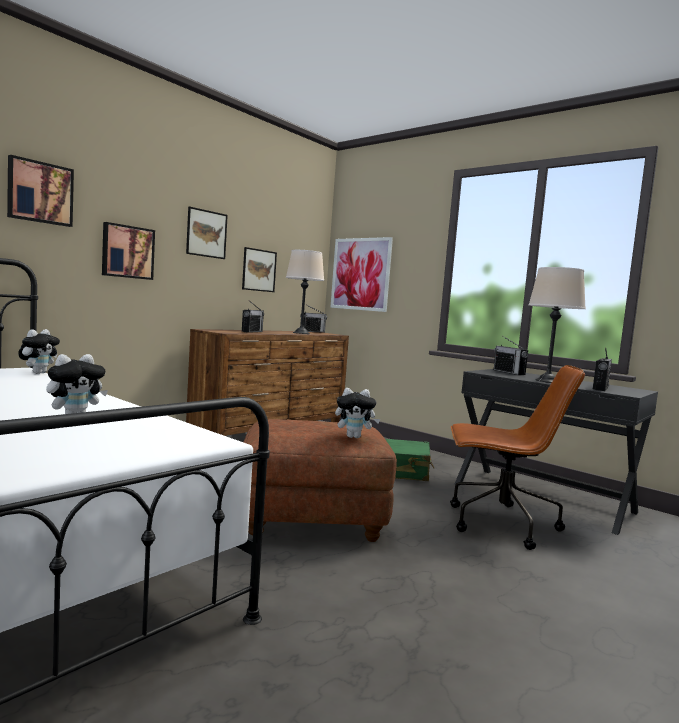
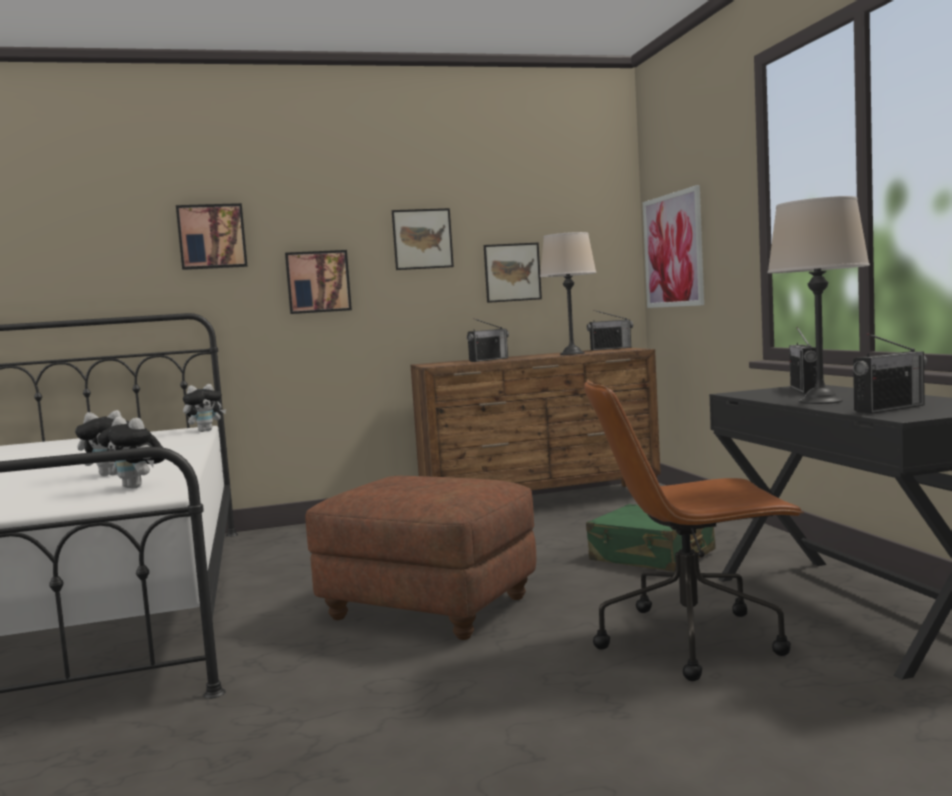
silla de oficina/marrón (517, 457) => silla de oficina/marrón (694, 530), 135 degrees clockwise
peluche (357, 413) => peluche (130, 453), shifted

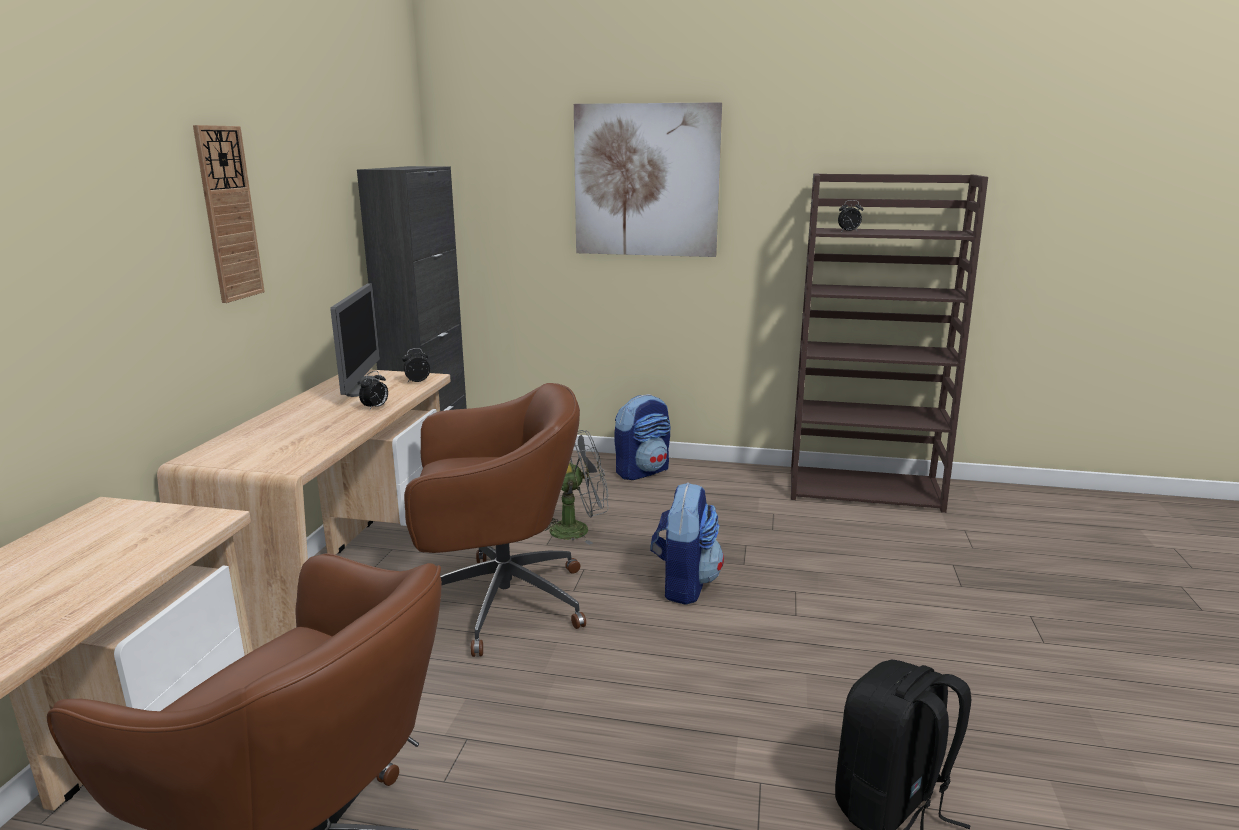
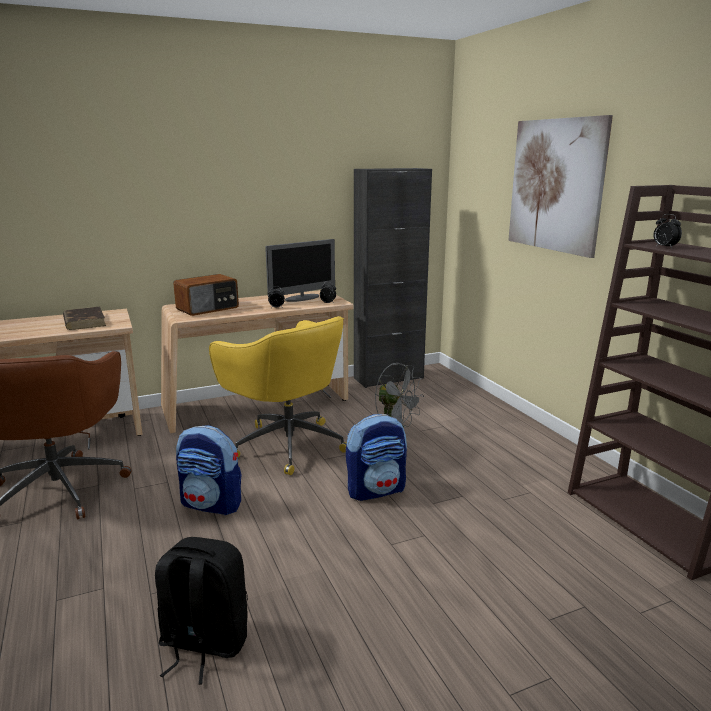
reloj de pared (229, 214) => nothing
silla de oficina/marrón (495, 520) => silla de oficina/amarillo (278, 395)
mochila (642, 437) => mochila (209, 470), shifted
nothing => radio (206, 295)
nothing => libro/marrón (84, 318)

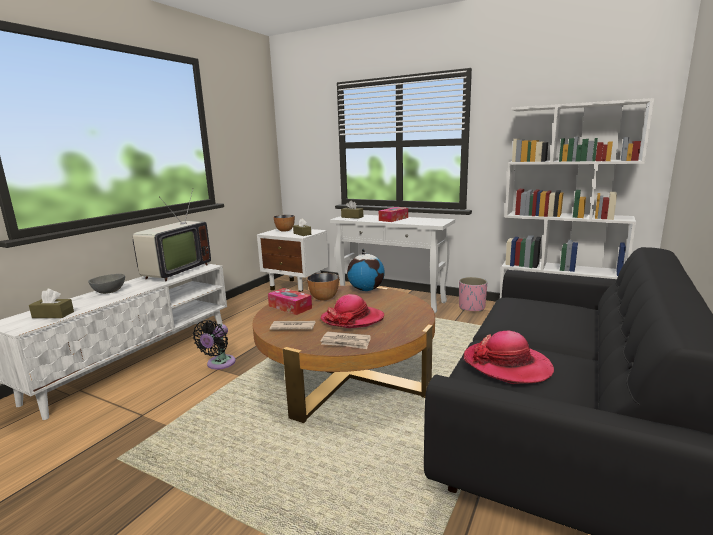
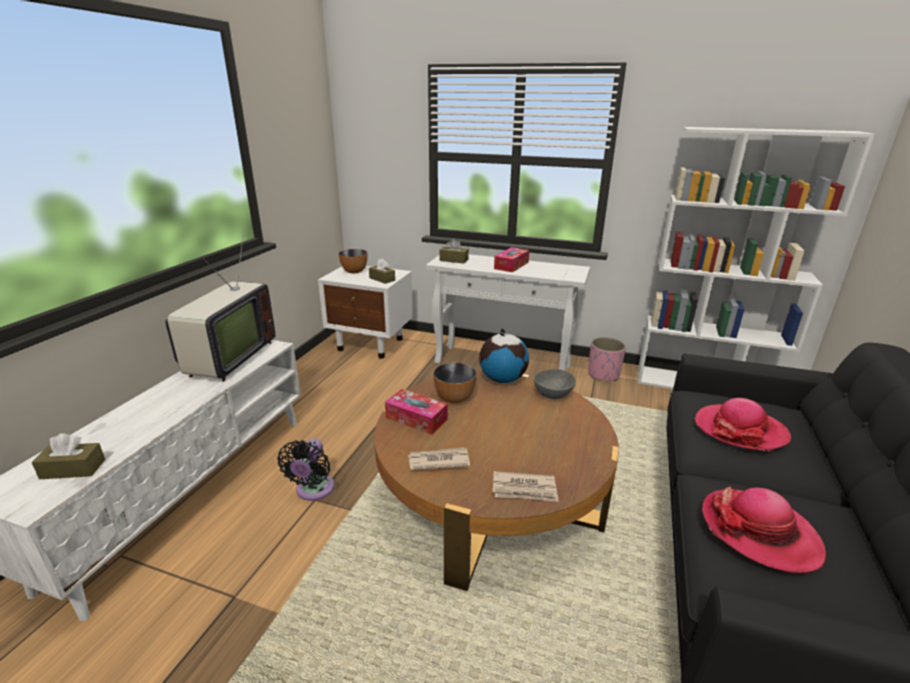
cuenco/gris (106, 284) => cuenco/gris (555, 384), shifted
sombrero (352, 311) => sombrero (743, 424), shifted

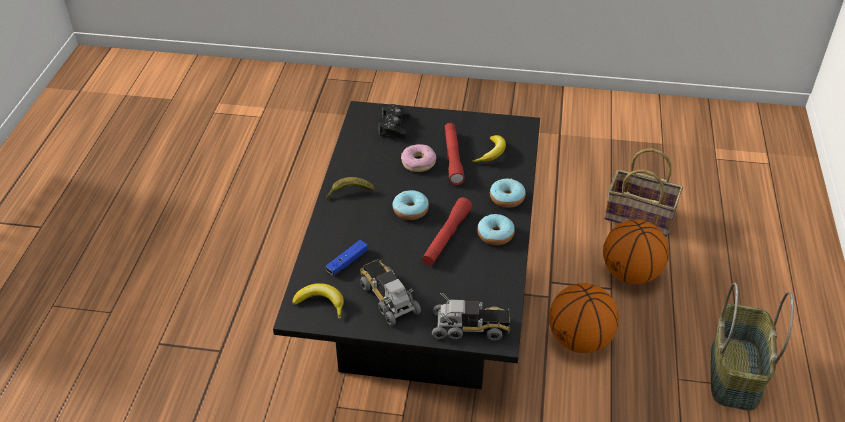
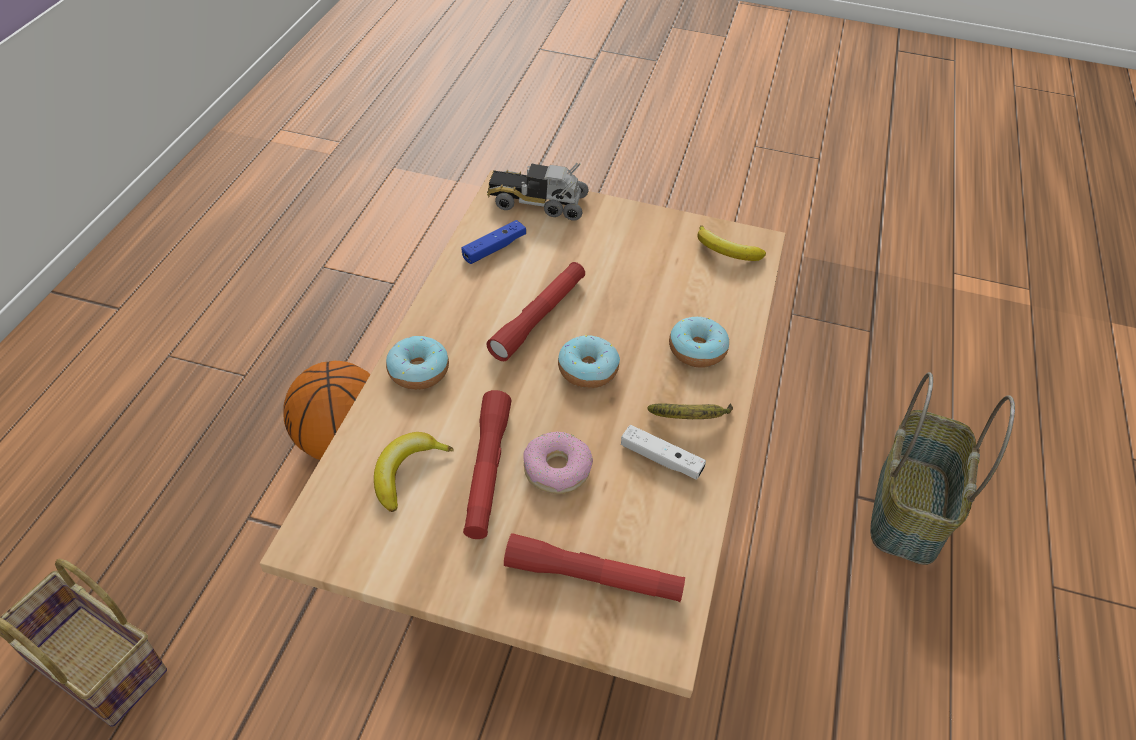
mesa de centro/negro (406, 245) => mesa de centro/beis (523, 434)
mando de consola/negro (394, 121) => linterna/rojo (594, 567)
rosquilla (496, 229) => rosquilla (699, 342), shifted
balón de baloncesto (636, 251) => nothing
mando de consola/azul (347, 257) => mando de consola/azul (494, 242), shifted
camión de juguete (390, 292) => nothing
cesta (752, 346) => cesta (942, 468), shifted
nothing => mando de consola/blanco (663, 452)

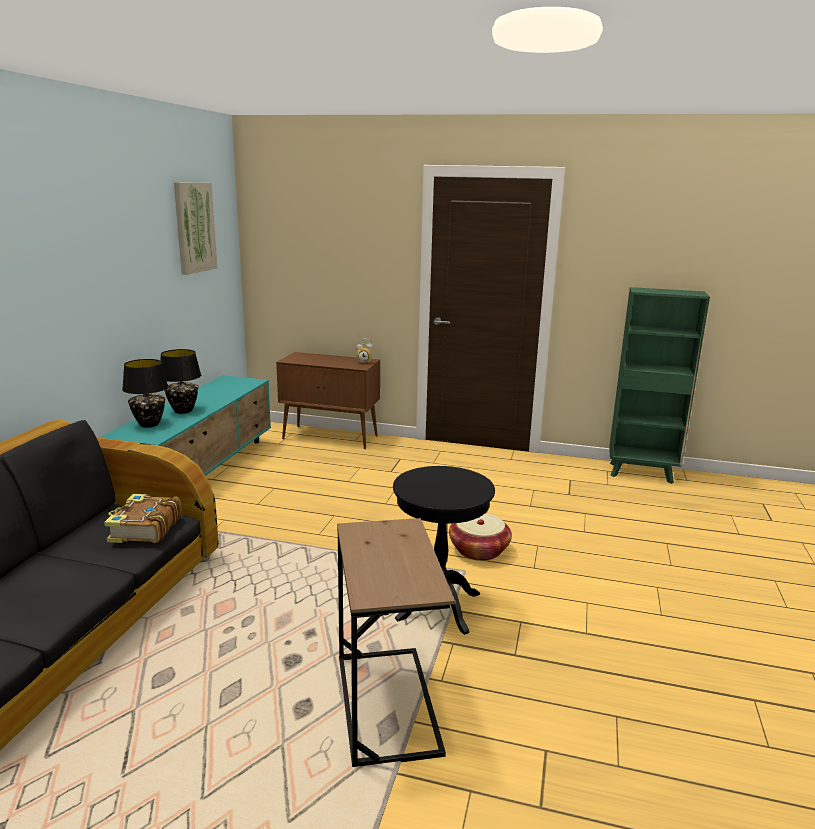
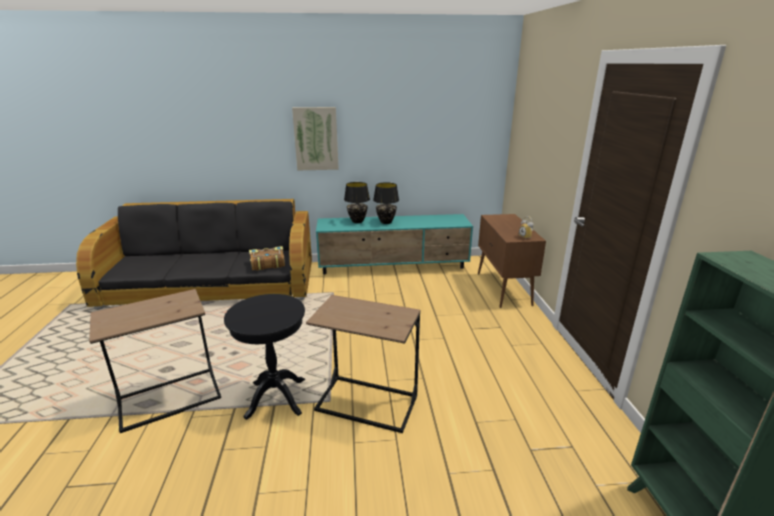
cuadro (195, 228) => cuadro (315, 139), shifted
cesta (480, 537) => mesa auxiliar/marrón (363, 364)

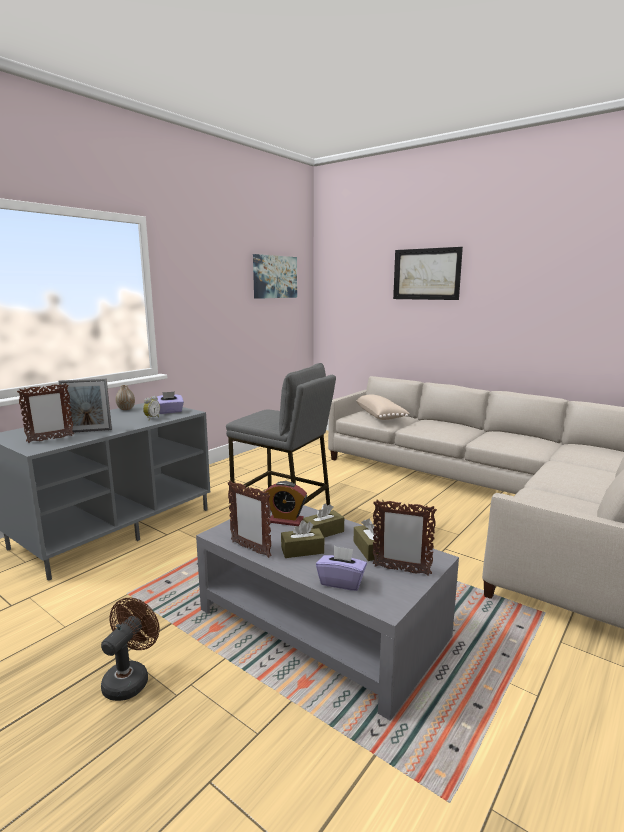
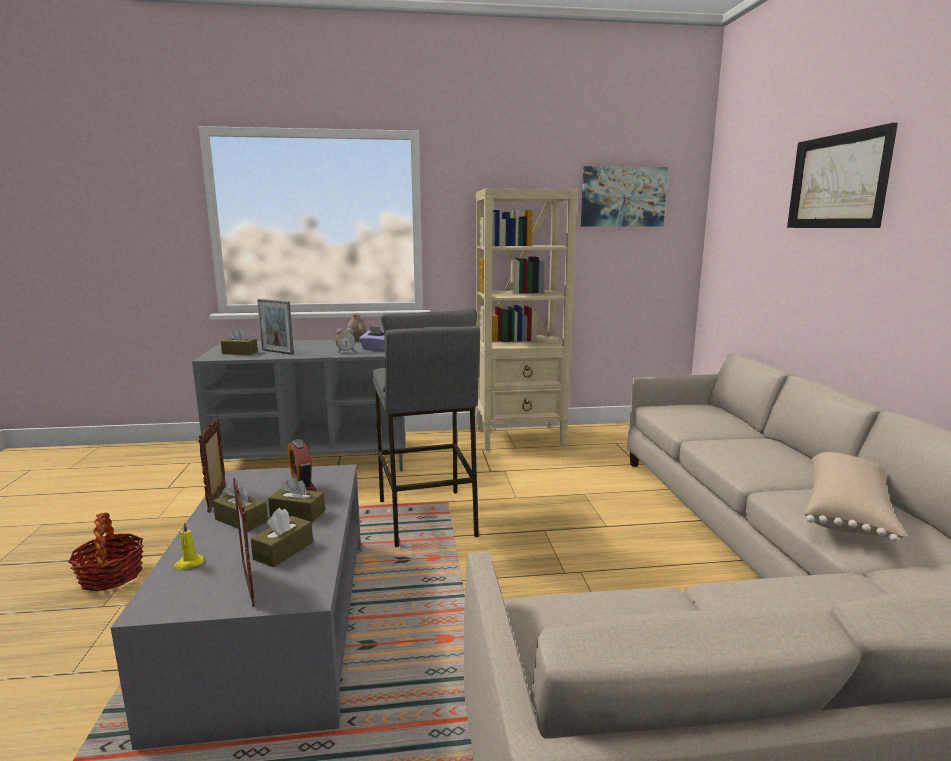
portarretratos (45, 413) => caja de pañuelos/marrón (239, 341)
cojín/beis (383, 407) => cojín/beis (856, 497), shifted
caja de pañuelos/morado (341, 568) => vela/amarillo (188, 545)
ventilador/marrón (130, 649) => cesta (106, 552)
nothing => estantería/beis (527, 319)

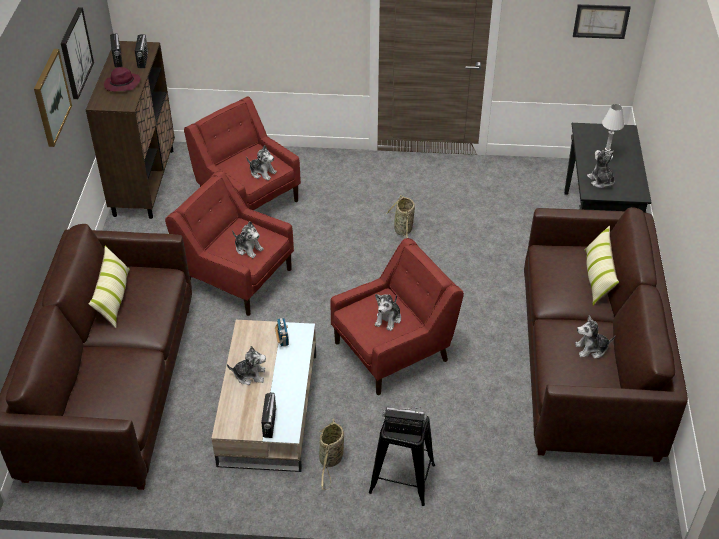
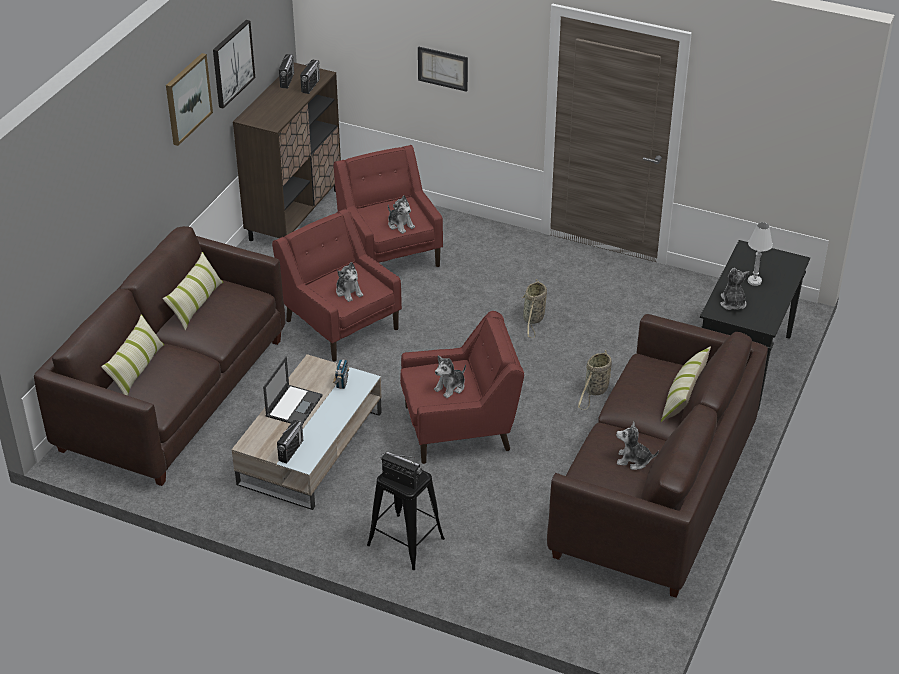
cuadro (602, 21) => cuadro (443, 69), shifted
sombrero/morado (122, 79) => nothing
peluche (246, 365) => portátil (293, 390)
cesta (331, 454) => cesta (595, 380), shifted
nothing => cojín (132, 355)

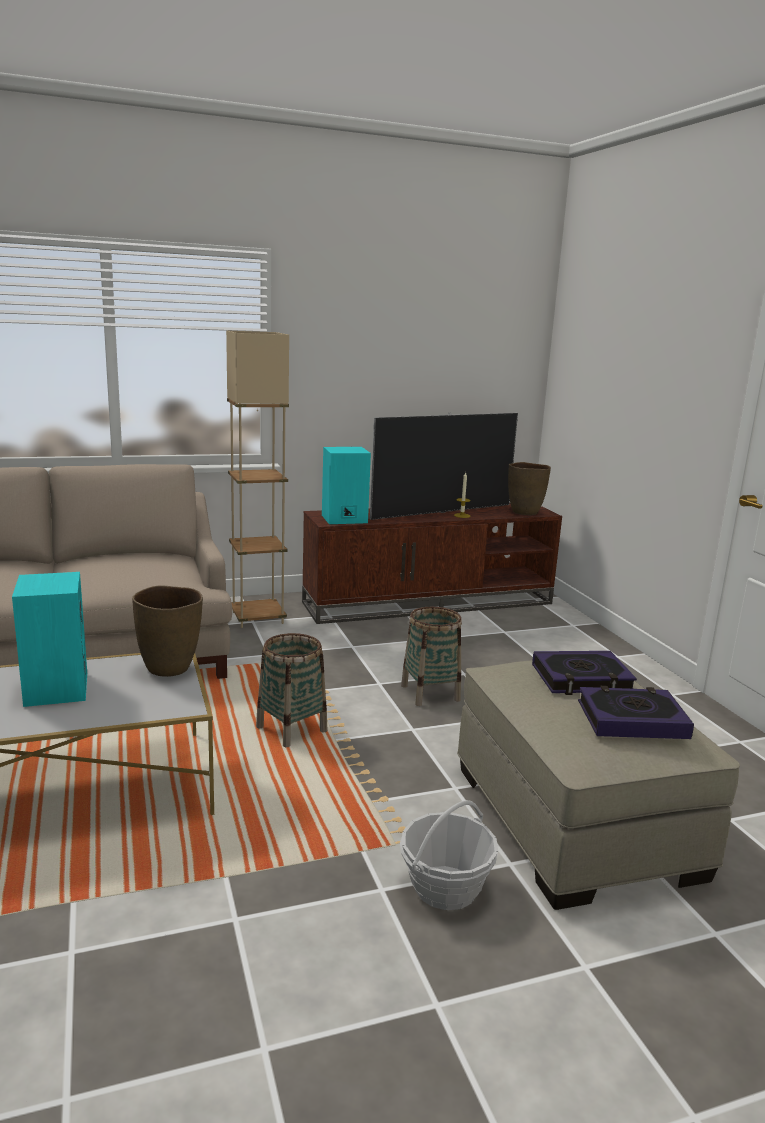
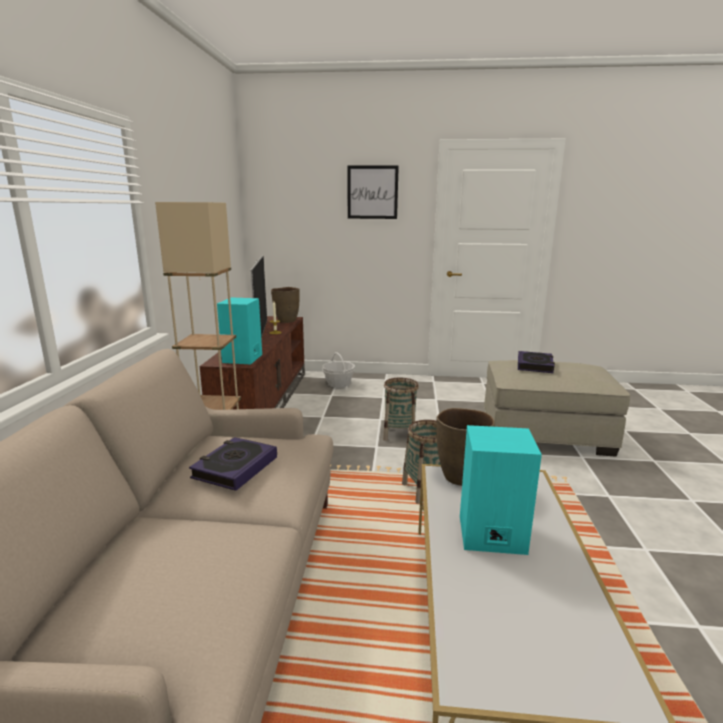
libro (636, 712) => libro (233, 464), shifted
cesta (449, 855) => cesta (338, 370), shifted
nothing => cuadro (373, 192)

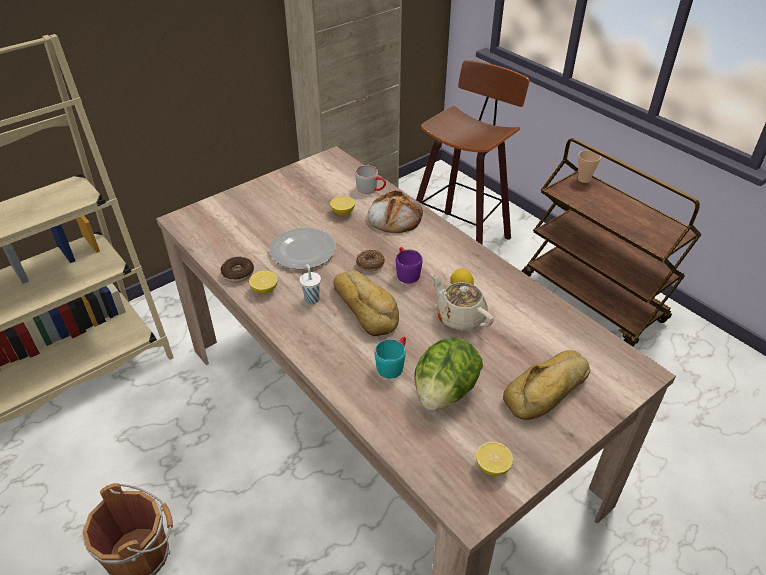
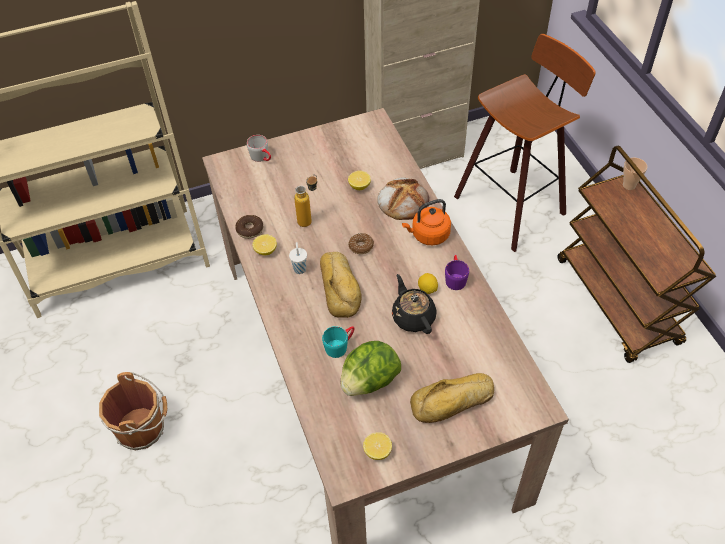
taza grande/gris (370, 179) => taza grande/gris (259, 148), shifted
plato (303, 248) => botella (305, 201)
taza grande/morado (409, 265) => taza grande/morado (457, 272), shifted
tetera/beis (462, 302) => tetera/negro (414, 304)
nothing => hervidor/naranja (426, 222)

